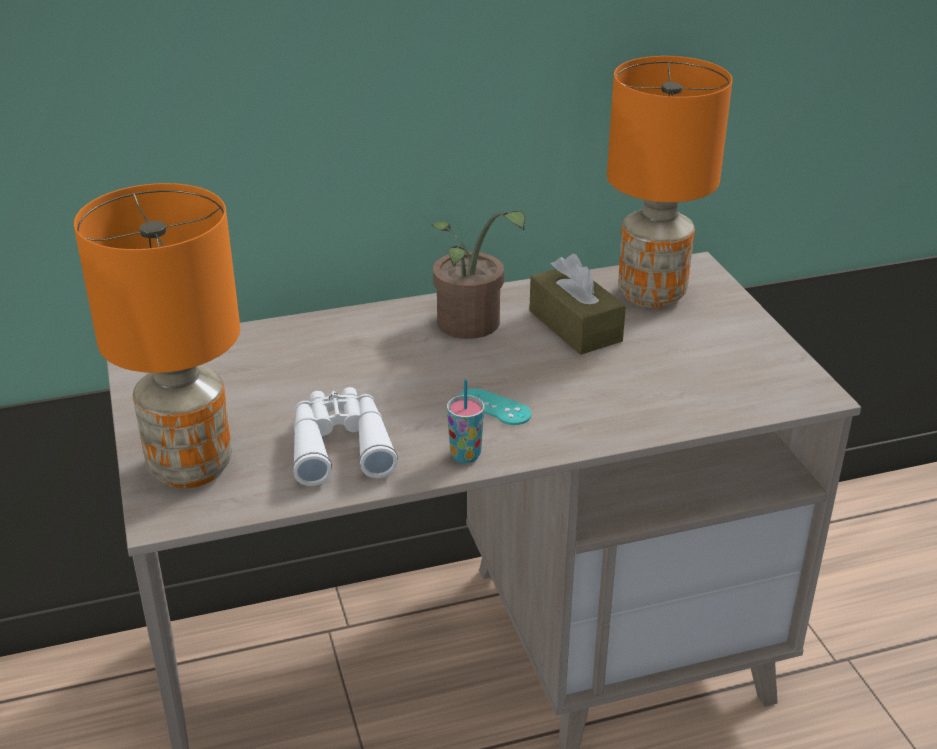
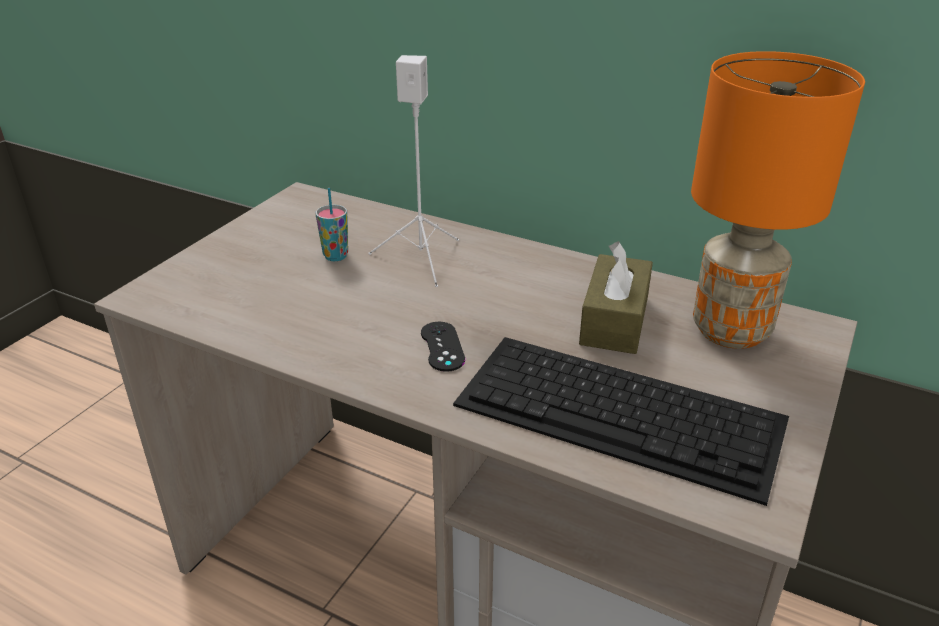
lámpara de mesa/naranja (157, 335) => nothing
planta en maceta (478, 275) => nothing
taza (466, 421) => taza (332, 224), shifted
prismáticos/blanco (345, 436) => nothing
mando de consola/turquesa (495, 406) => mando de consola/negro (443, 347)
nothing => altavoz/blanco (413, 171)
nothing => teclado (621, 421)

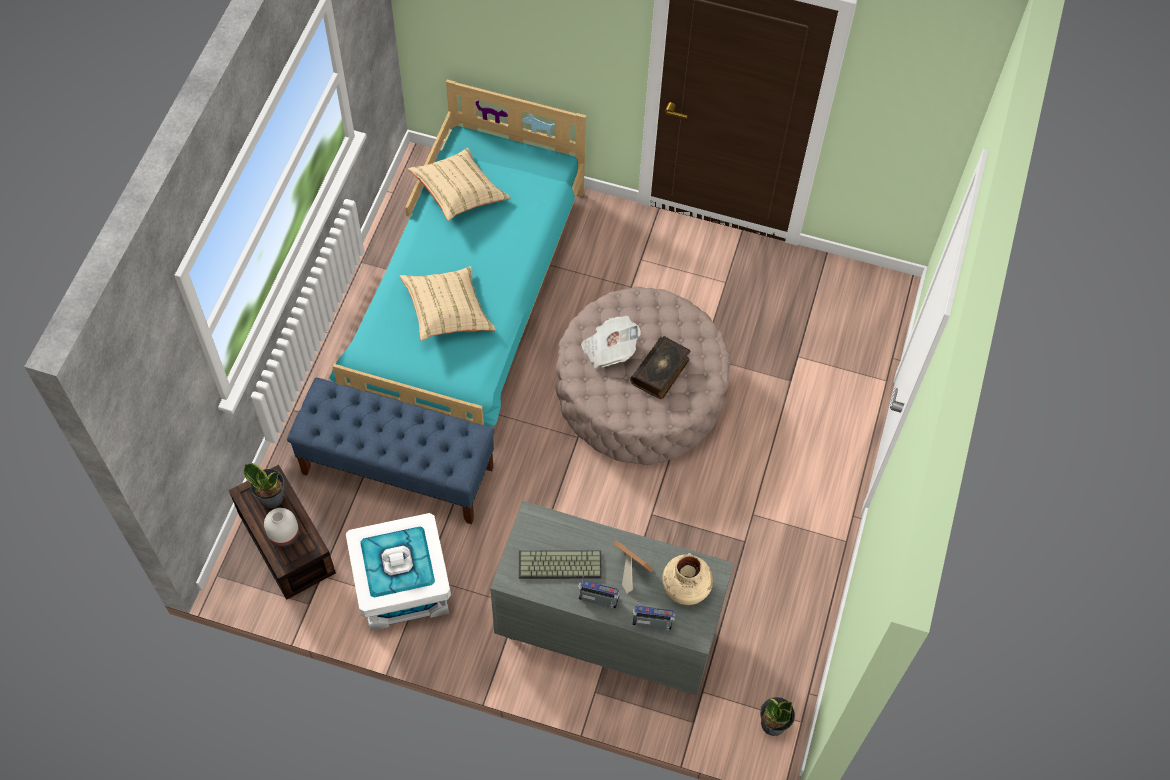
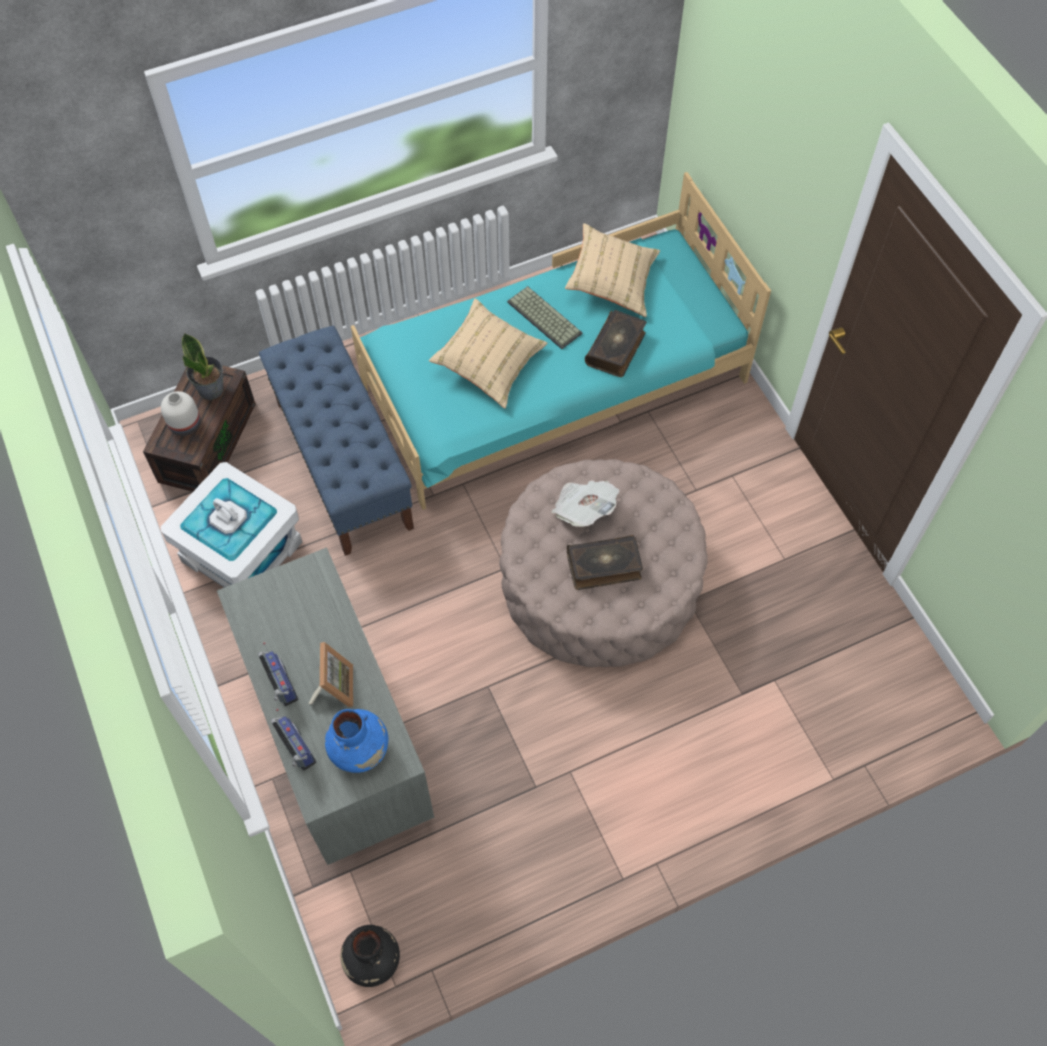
teclado (560, 564) => teclado (544, 317), shifted
florero/beis (687, 579) => florero/azul (356, 741)
planta en maceta (777, 716) => florero/negro (370, 956)
nothing => libro (615, 343)

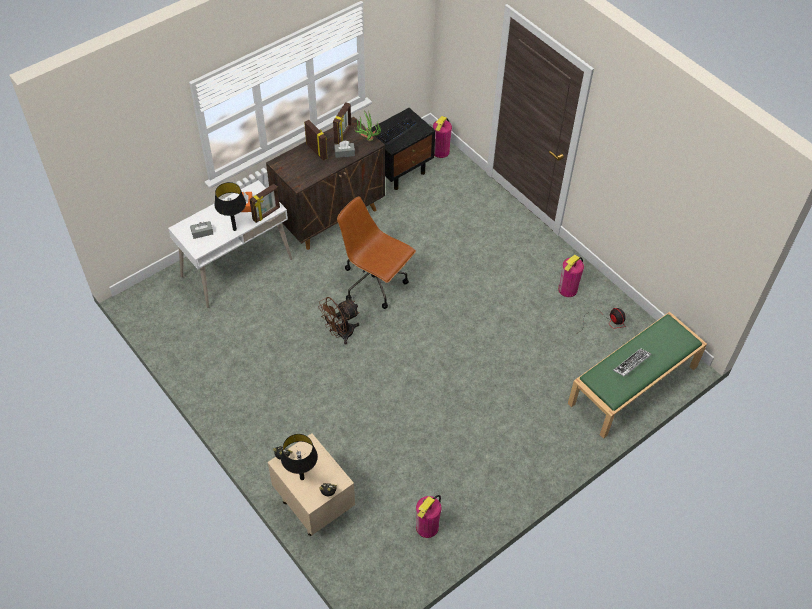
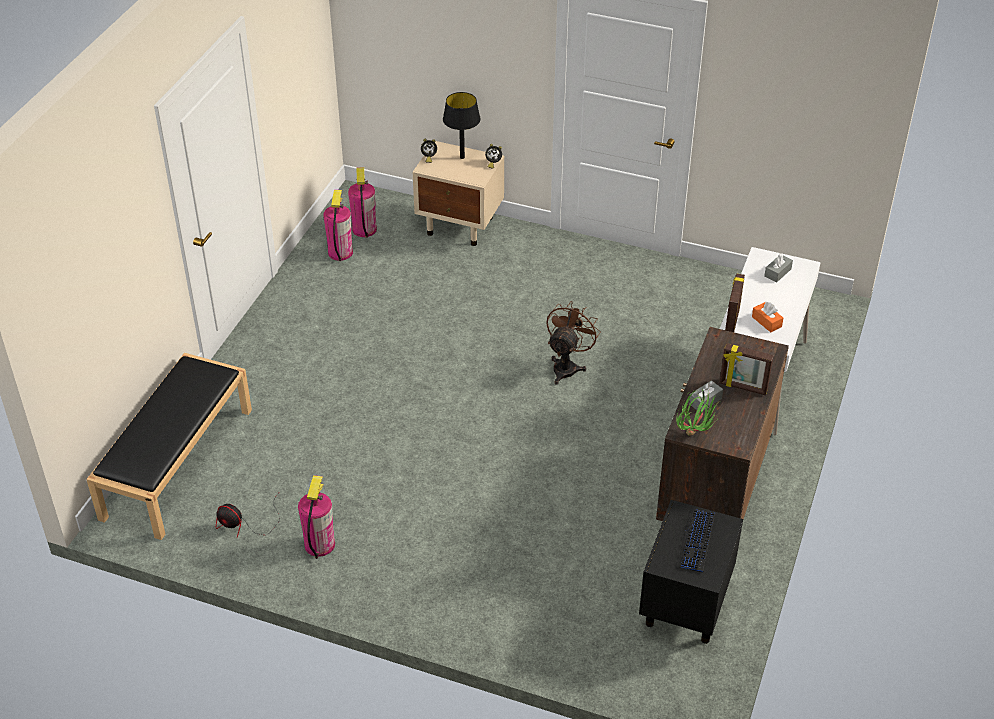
portarretratos (342, 123) => nothing
extintor (442, 137) => extintor (362, 202), shifted
lámpara de mesa/negro (230, 206) => nothing
silla de oficina/marrón (376, 252) => nothing
banco/verde (637, 375) => banco/negro (169, 446)
teclado (632, 362) => nothing

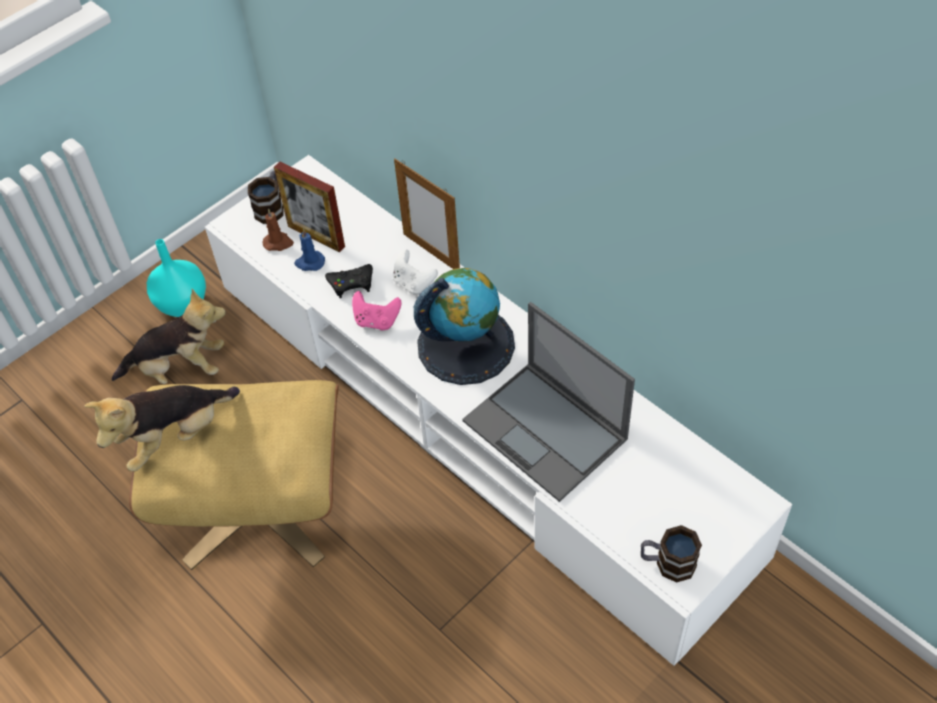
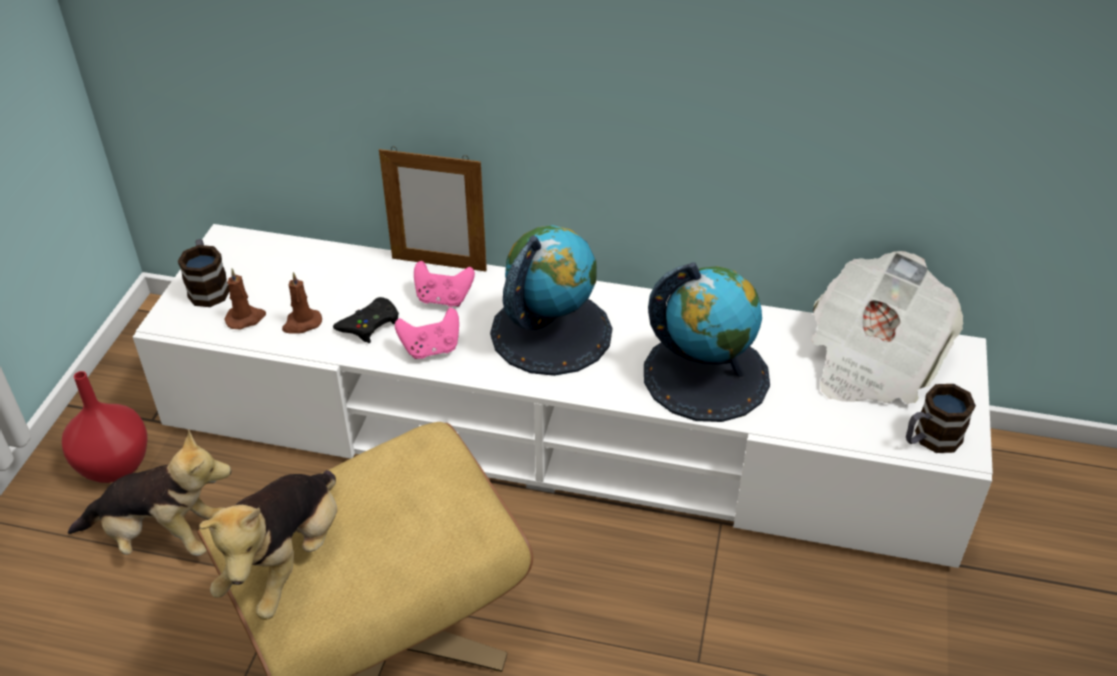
portarretratos (309, 206) => nothing
vela/azul (309, 249) => vela/marrón (302, 303)
florero/turquesa (176, 278) => florero/rojo (104, 427)
mando de consola/blanco (415, 272) => mando de consola/rosa (444, 284)
peluche (169, 336) => peluche (150, 492), 45 degrees clockwise
portátil (548, 402) => globo terráqueo (707, 342)
nothing => periódico (888, 327)

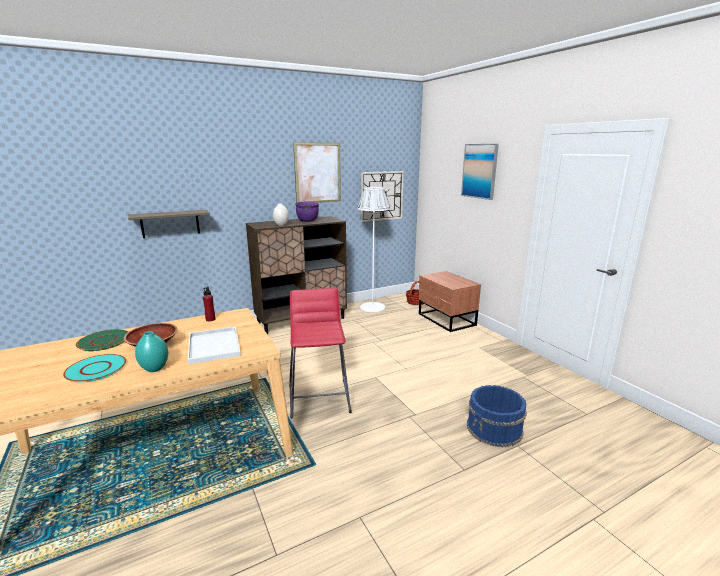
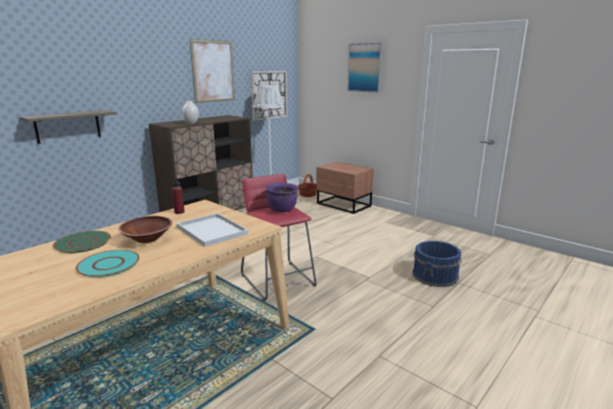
olla/morado (307, 212) => olla/morado (282, 197), shifted
florero/turquesa (151, 351) => nothing

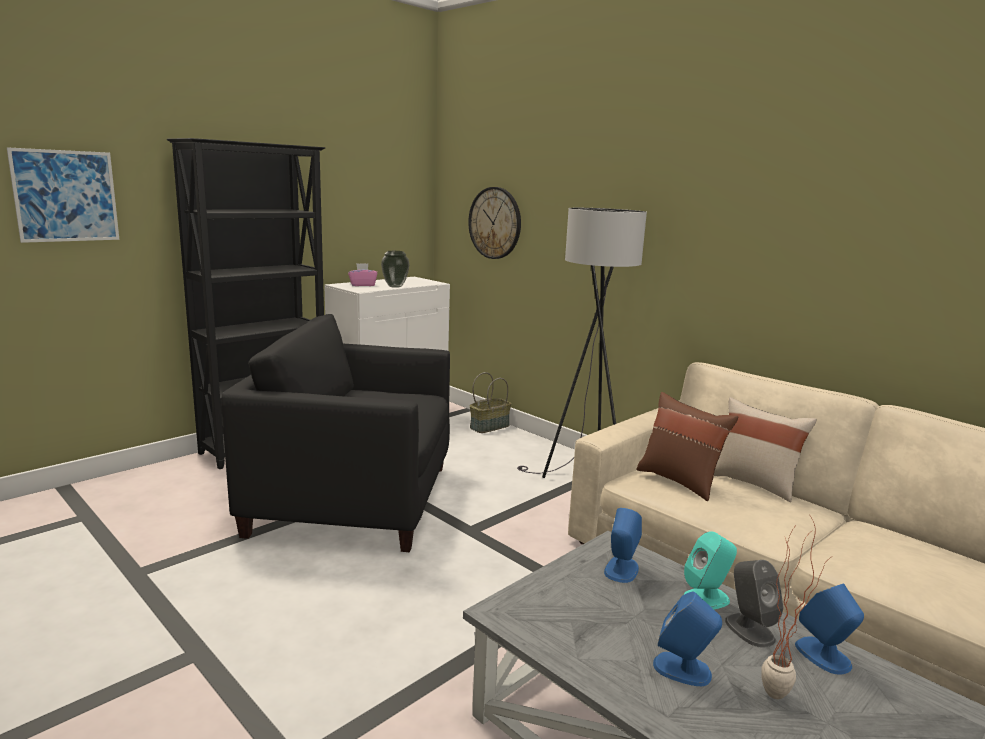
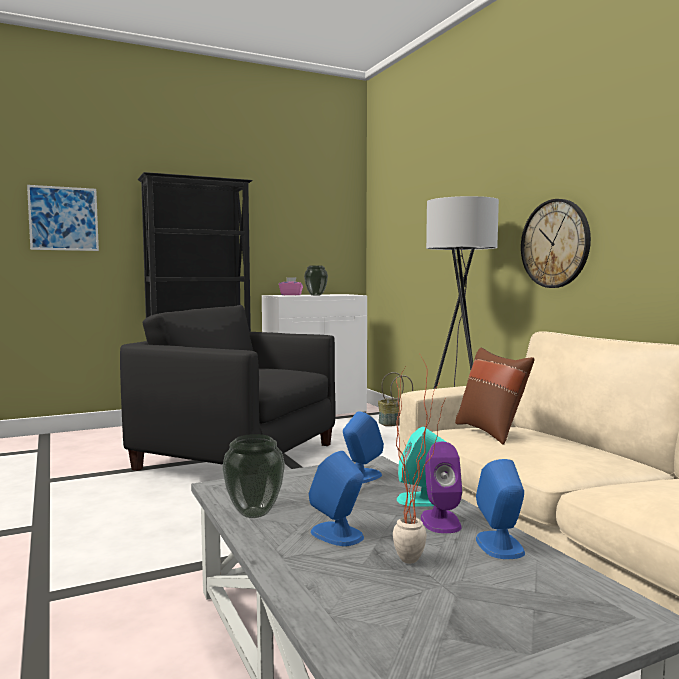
reloj de pared (494, 223) => reloj de pared (556, 243), shifted
cojín/beis (765, 449) => nothing
altavoz/gris (754, 604) => altavoz/morado (441, 487)
nothing => florero (253, 476)

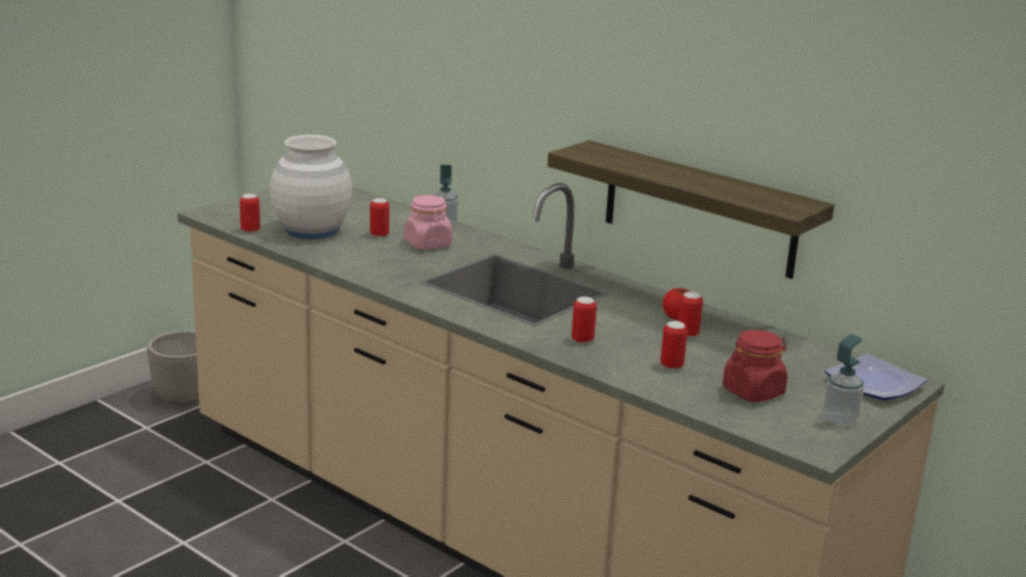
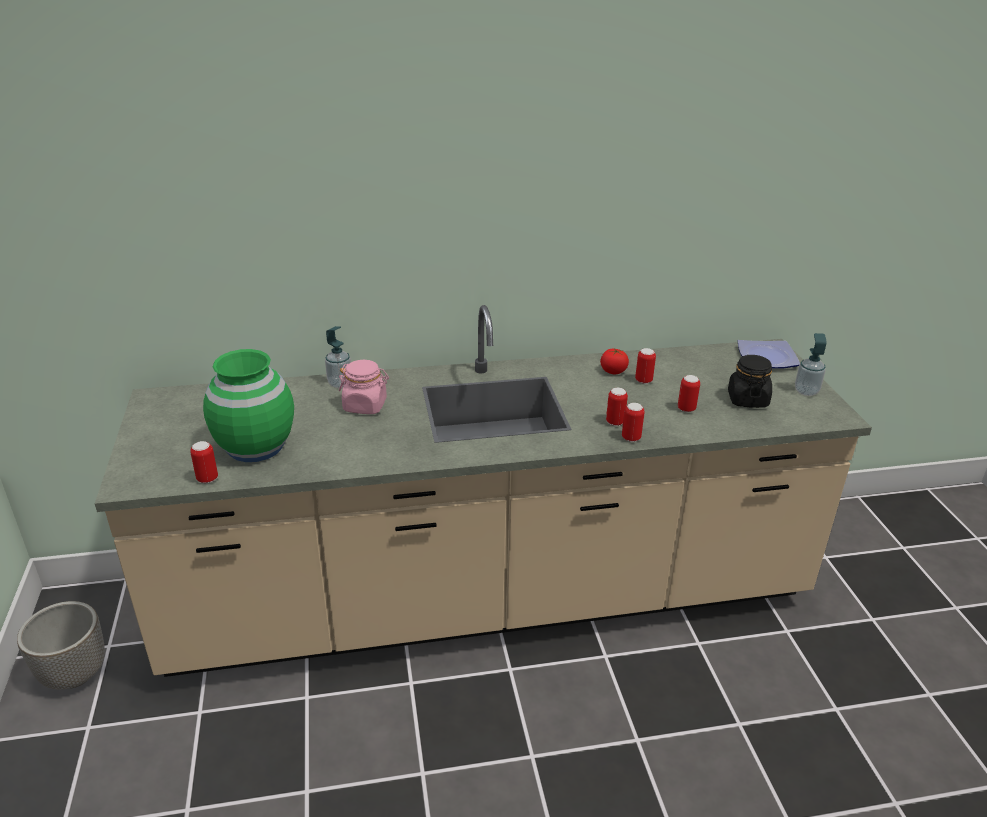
florero/blanco (311, 187) => florero/verde (248, 405)
estante (691, 209) => nothing
lata (379, 218) => lata (633, 422), shifted
tarro/rojo (755, 366) => tarro/negro (750, 381)

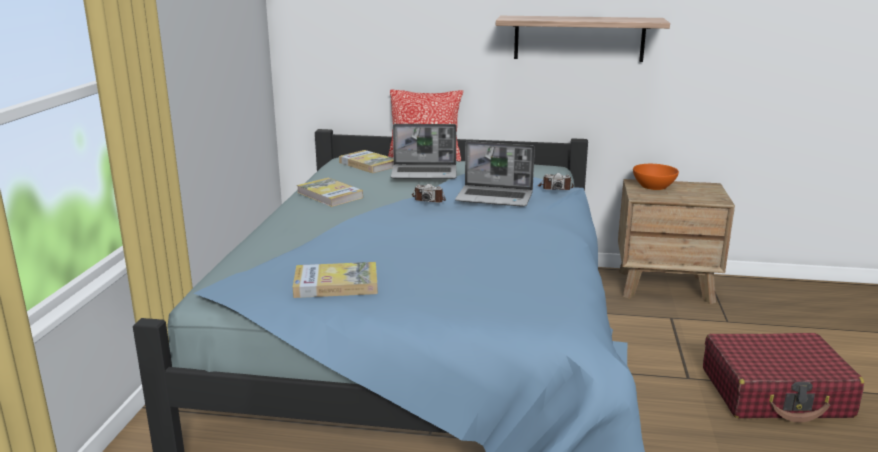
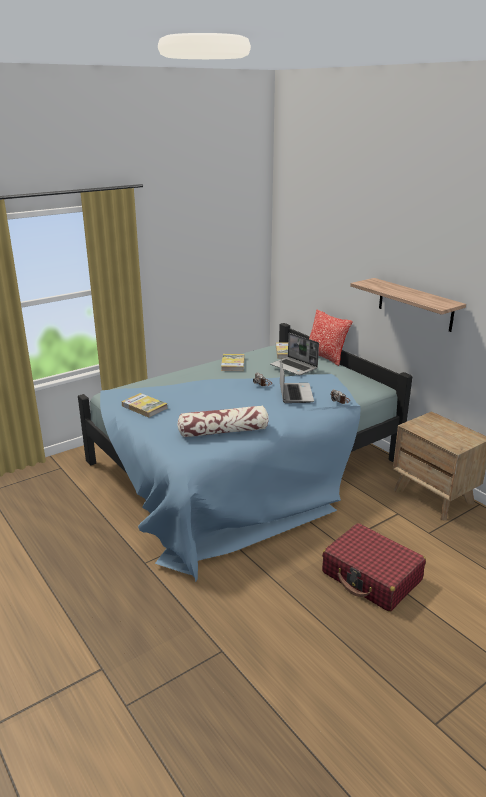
portátil (495, 174) => portátil (297, 381), 150 degrees counterclockwise
cuenco/naranja (656, 177) => nothing
nothing => cojín (223, 421)

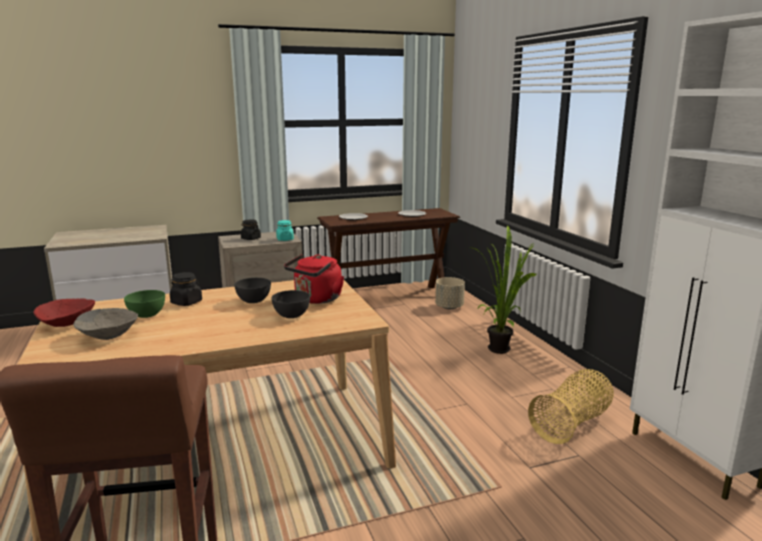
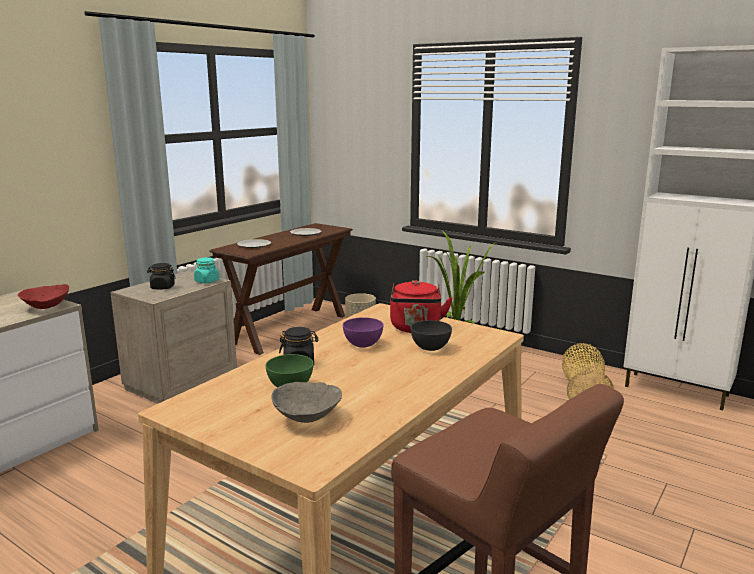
cuenco/gris (252, 290) => cuenco/morado (363, 332)
cuenco/rojo (64, 312) => cuenco/rojo (43, 296), shifted

